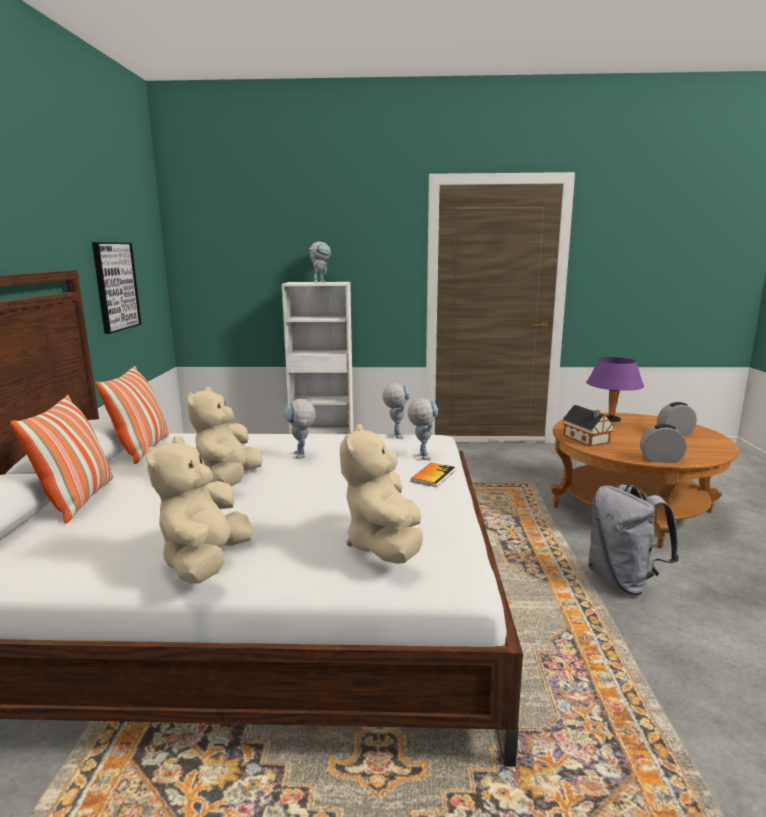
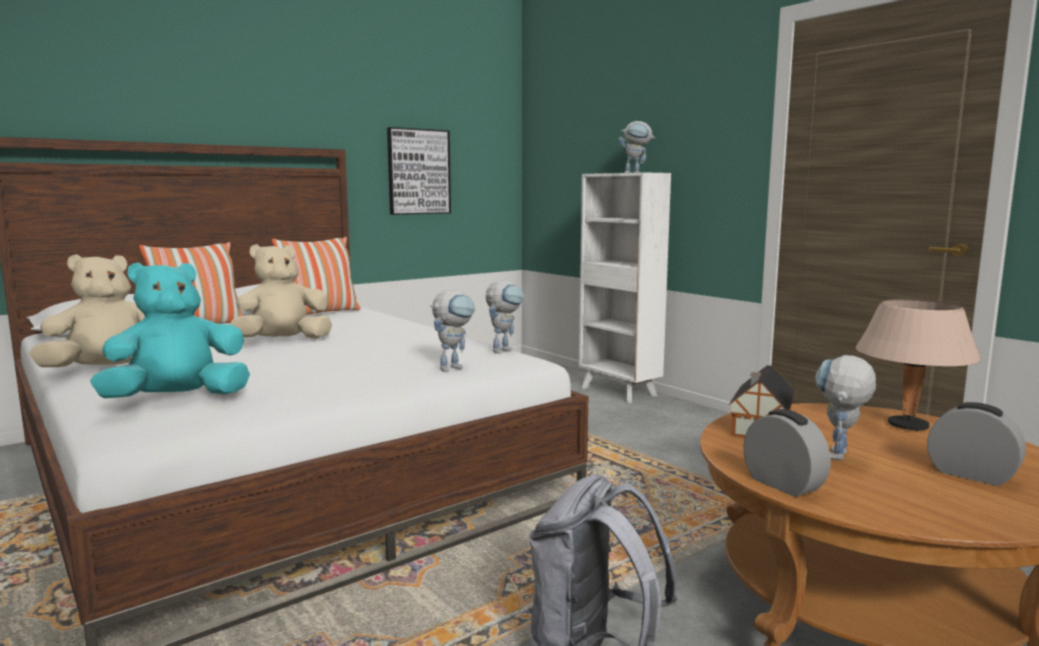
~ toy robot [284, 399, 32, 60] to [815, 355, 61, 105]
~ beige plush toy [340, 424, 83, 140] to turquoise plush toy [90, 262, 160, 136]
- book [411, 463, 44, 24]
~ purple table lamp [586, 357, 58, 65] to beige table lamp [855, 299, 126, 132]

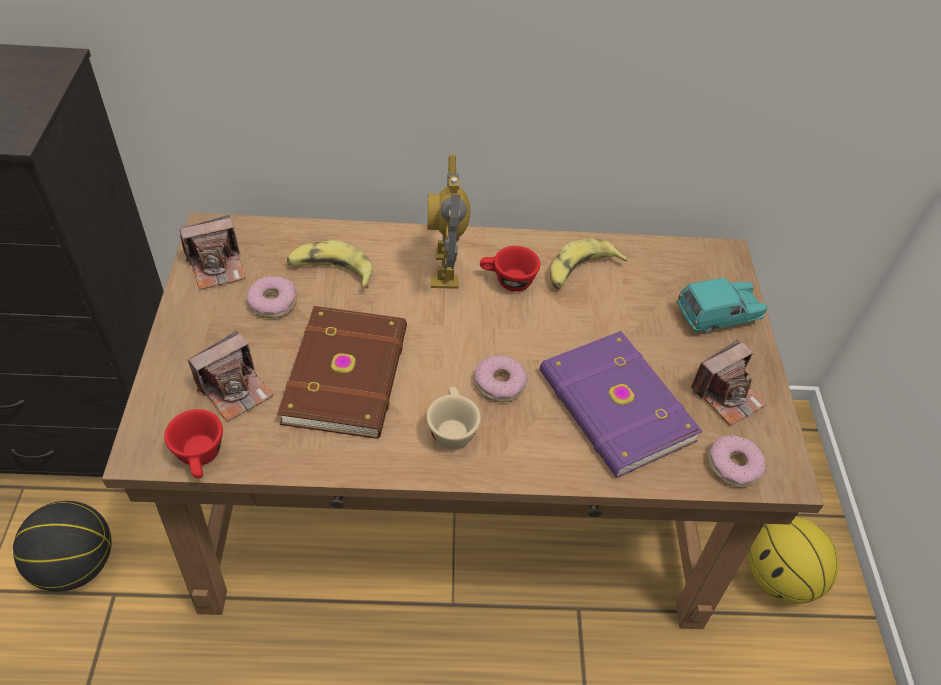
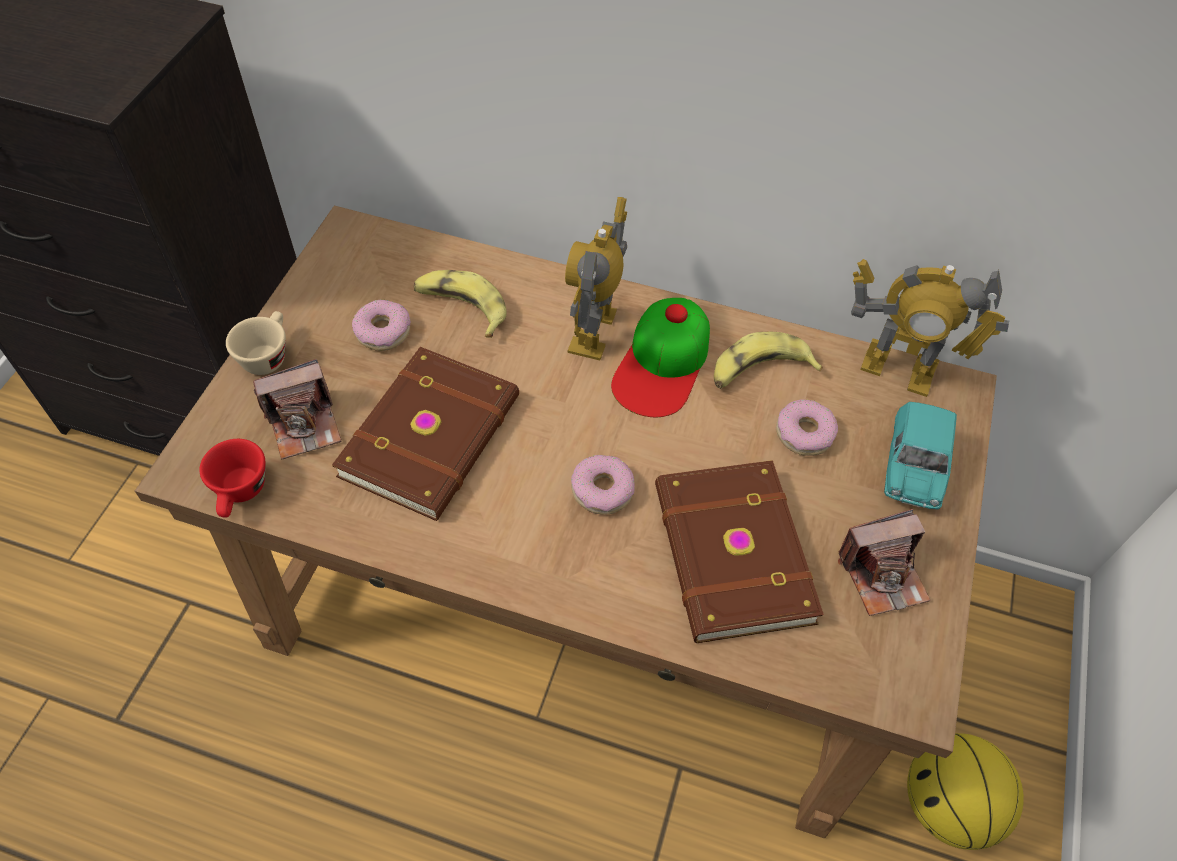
- basketball [13, 501, 98, 91]
- photo camera [179, 215, 67, 75]
~ beige cup [426, 387, 55, 62] to [226, 311, 60, 64]
~ red cup [480, 246, 60, 46] to cap [611, 298, 99, 119]
~ purple book [540, 331, 162, 147] to brown book [655, 460, 169, 183]
~ turquoise toy car [677, 278, 90, 56] = [884, 402, 73, 108] 105 degrees clockwise
~ donut [708, 435, 58, 53] to [776, 399, 62, 57]
+ toy robot [851, 259, 158, 138]

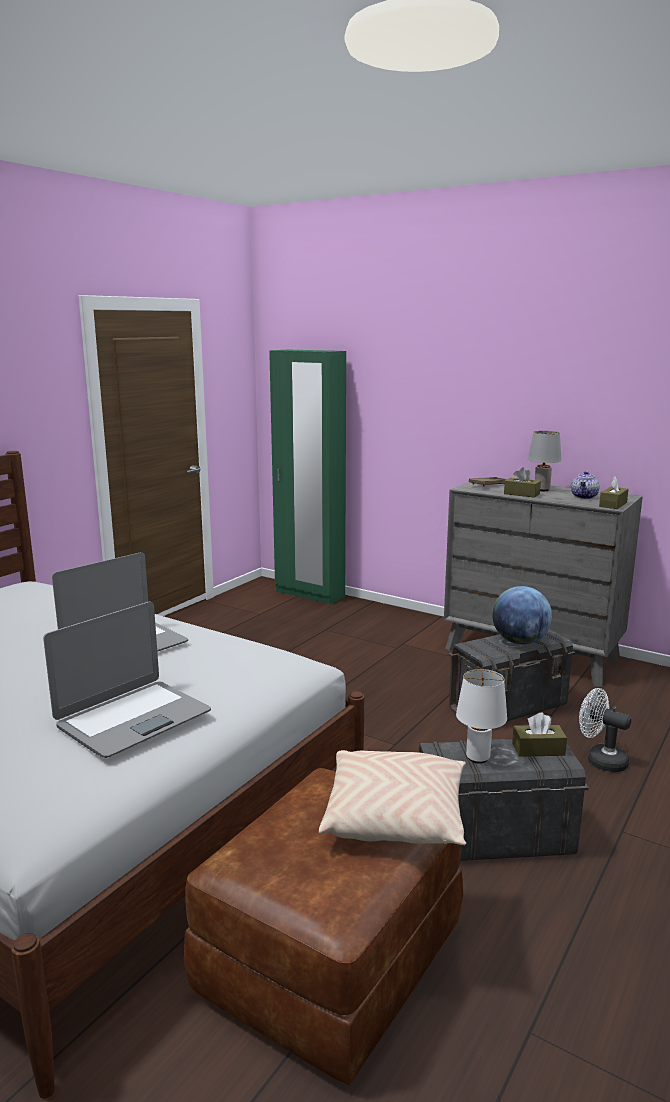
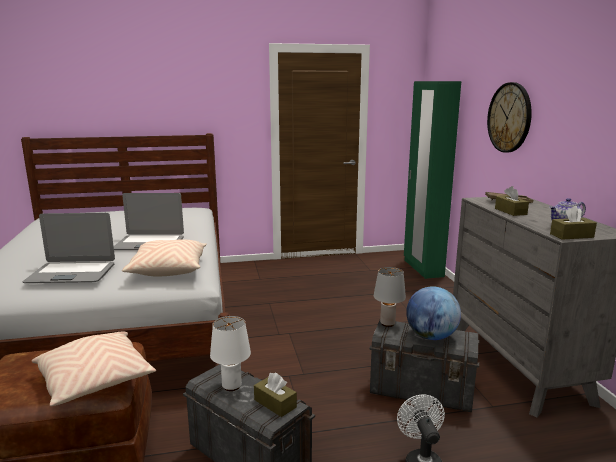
~ grey table lamp [528, 431, 33, 60] to [374, 267, 32, 60]
+ beige pillow [122, 239, 85, 37]
+ wall clock [487, 82, 45, 71]

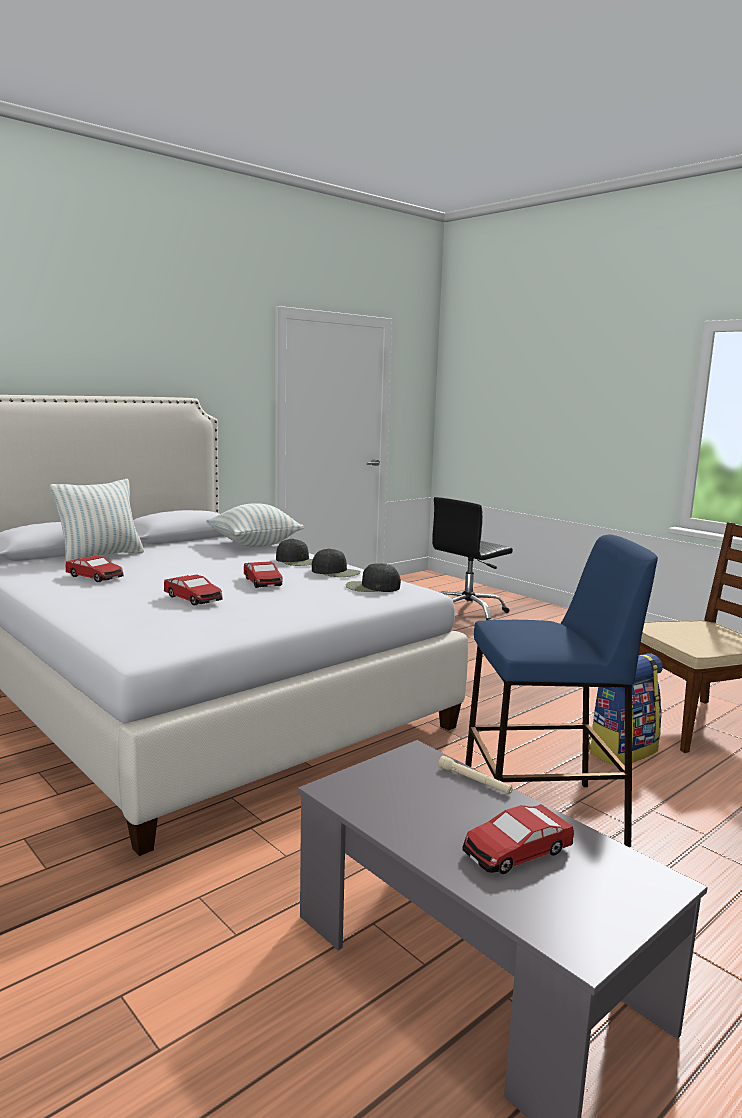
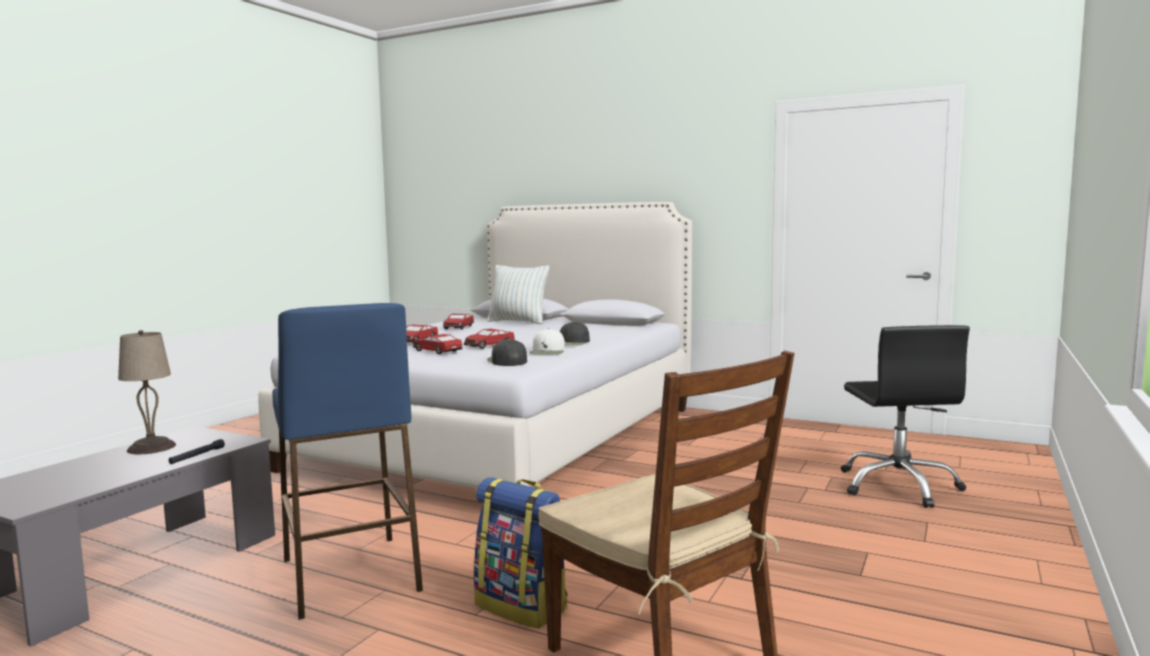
- pillow [206, 503, 98, 44]
~ black cap [312, 548, 49, 29] to white cap [529, 329, 36, 25]
~ black office chair [432, 497, 81, 123] = [841, 325, 129, 183] 120 degrees counterclockwise
~ beige flashlight [438, 756, 75, 38] to black flashlight [168, 439, 57, 25]
~ toy car [462, 804, 112, 70] to [414, 334, 48, 20]
+ beige table lamp [118, 330, 58, 124]

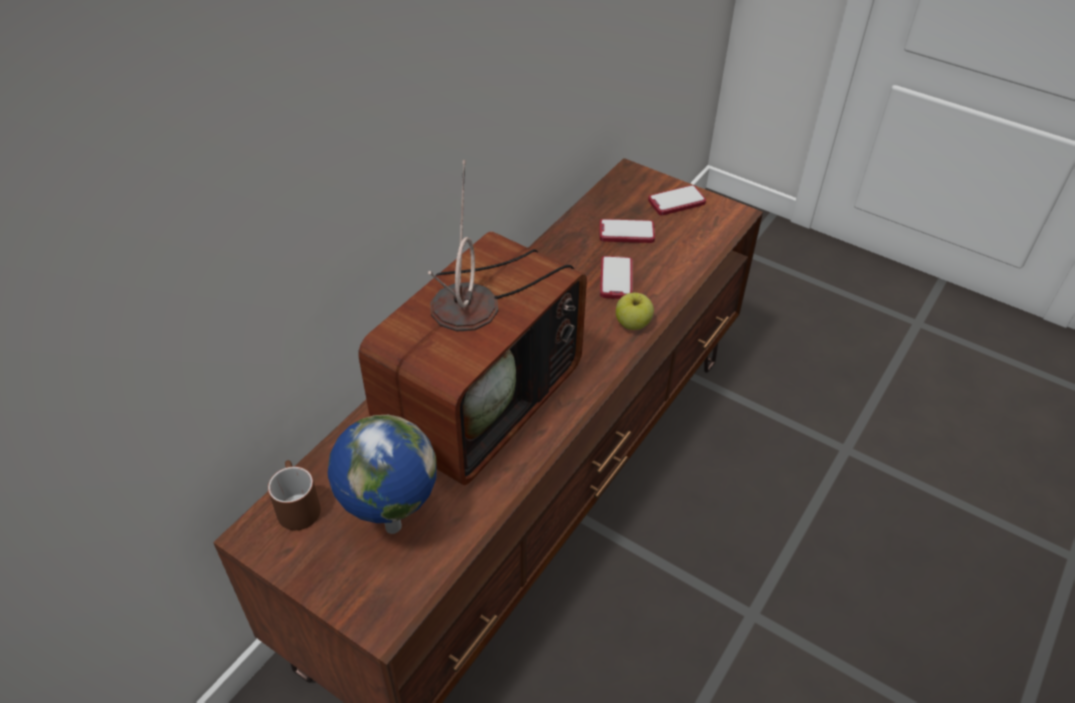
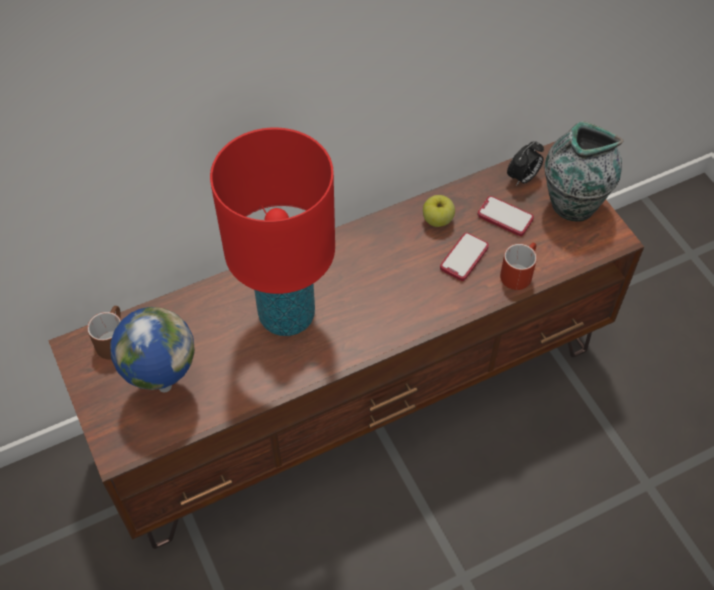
~ television [358, 160, 229, 325] to red table lamp [210, 128, 125, 208]
~ apple [616, 293, 38, 37] to [423, 195, 32, 32]
~ phone [648, 185, 58, 30] to vase [544, 121, 79, 101]
+ red mug [500, 243, 37, 47]
+ alarm clock [507, 141, 37, 45]

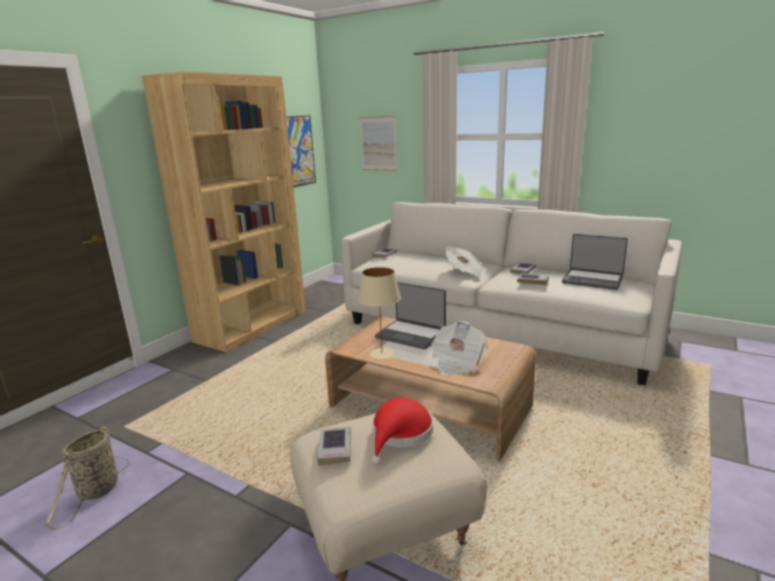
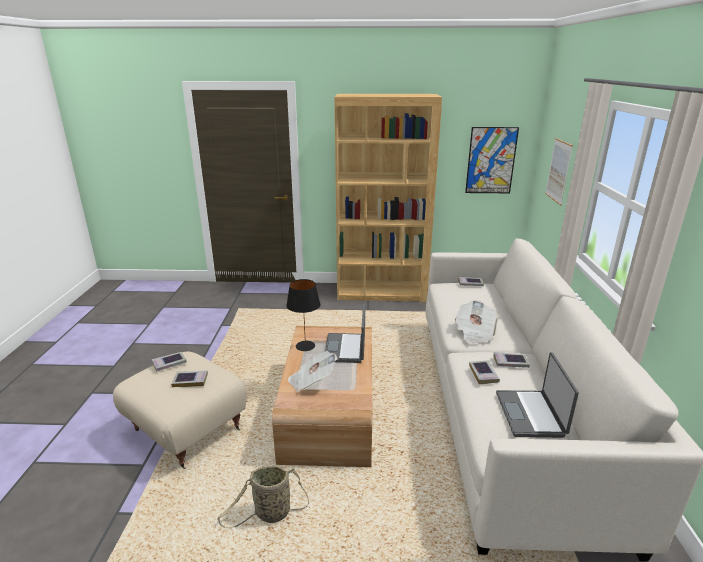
~ basket [45, 425, 84, 105] to [217, 466, 92, 62]
~ beige table lamp [358, 267, 43, 92] to black table lamp [286, 279, 35, 72]
~ red hat [372, 398, 61, 67] to book [171, 371, 37, 16]

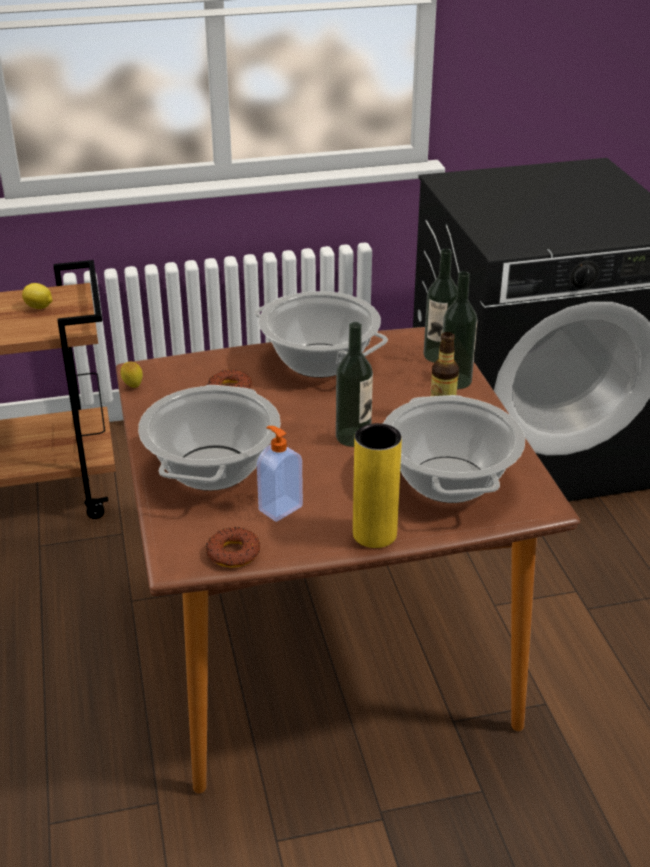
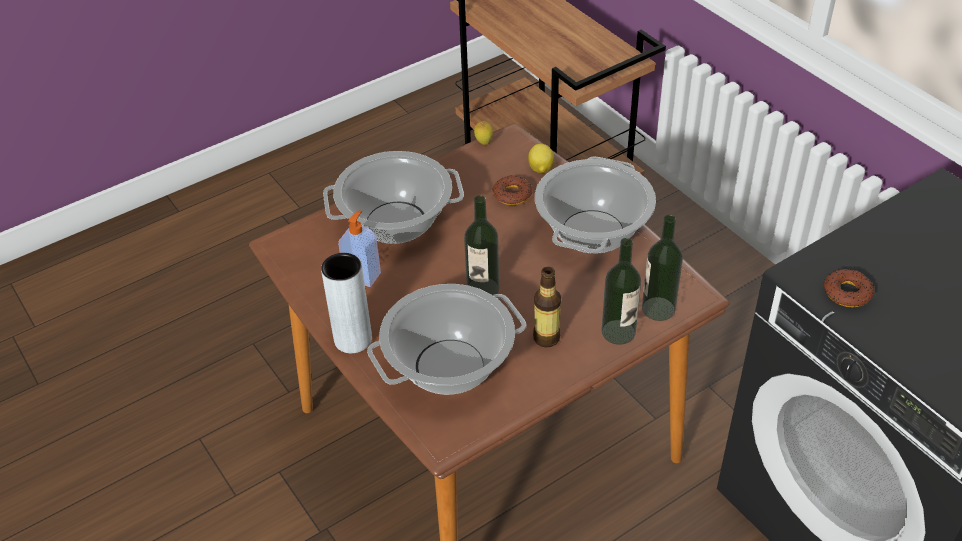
~ lemon [22, 283, 31, 26] to [528, 144, 26, 29]
~ donut [206, 527, 54, 41] to [824, 269, 51, 38]
~ yellow vase [353, 423, 49, 125] to grey vase [321, 253, 51, 100]

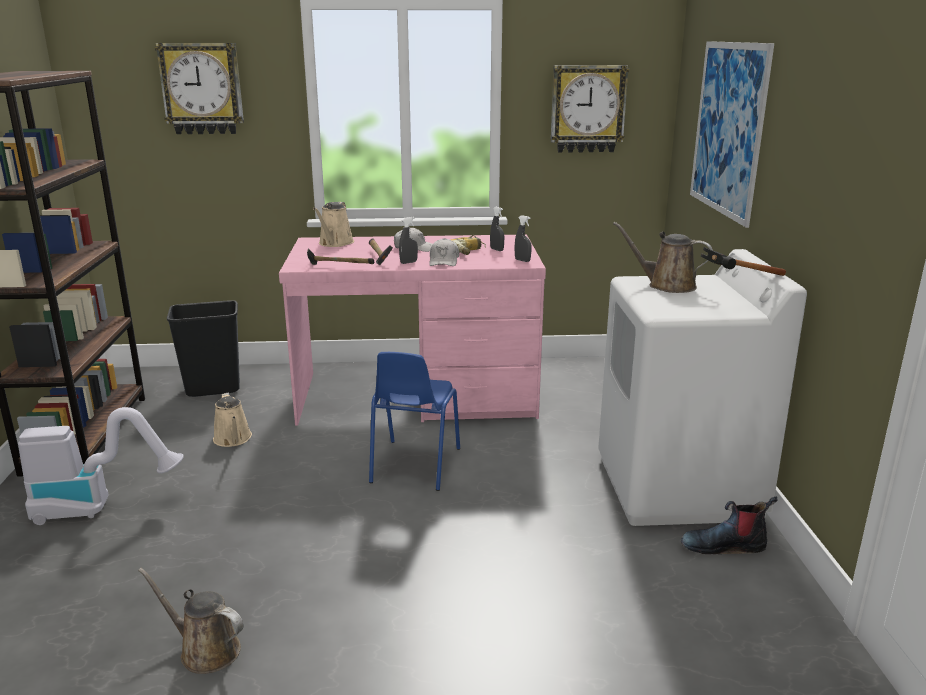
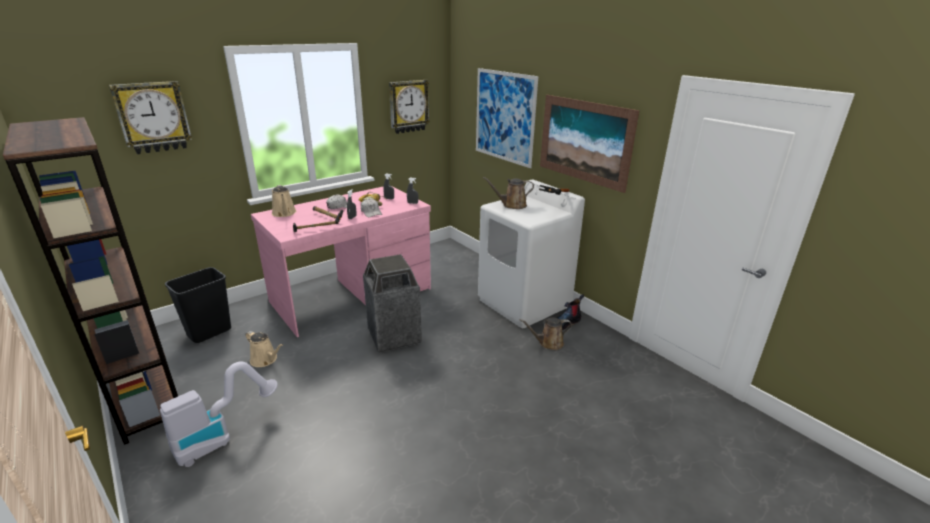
~ brown watering can [138, 568, 106, 106] to [520, 317, 52, 33]
~ blue chair [369, 352, 91, 139] to trash can [363, 254, 59, 99]
+ picture [540, 95, 100, 98]

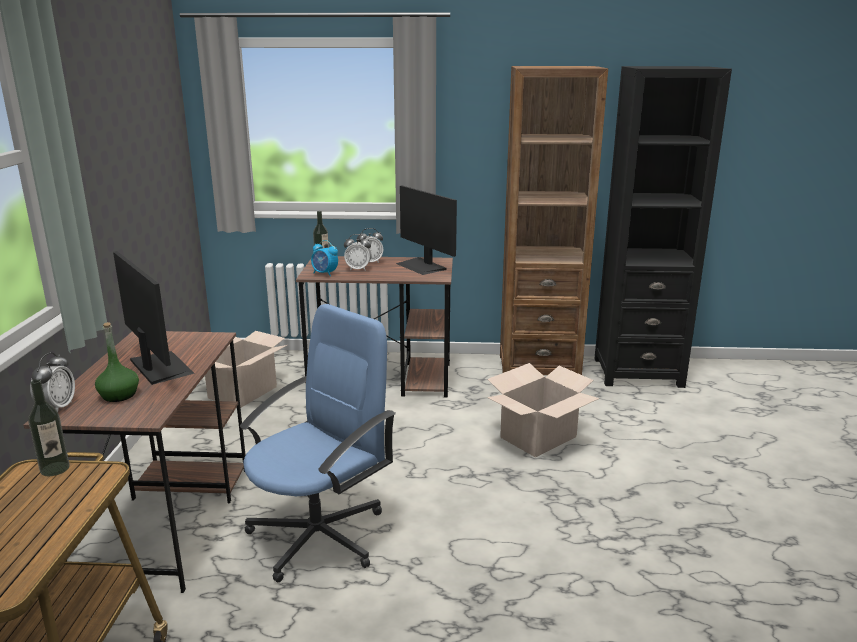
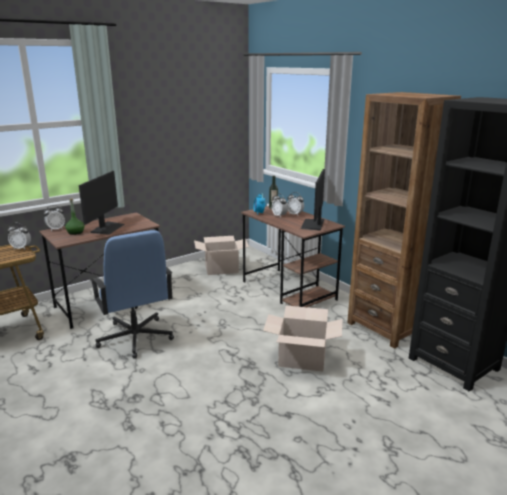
~ bottle [28, 379, 42, 97] to alarm clock [7, 223, 24, 26]
~ blue office chair [240, 304, 156, 278] = [90, 230, 84, 129] 60 degrees clockwise

